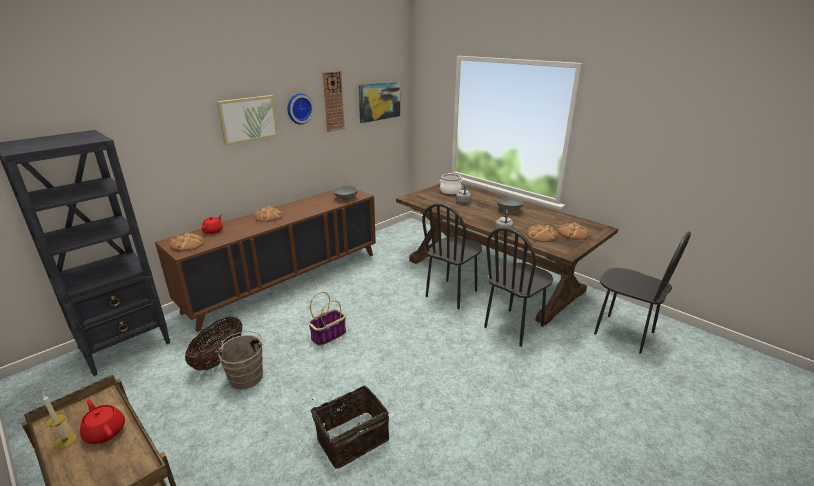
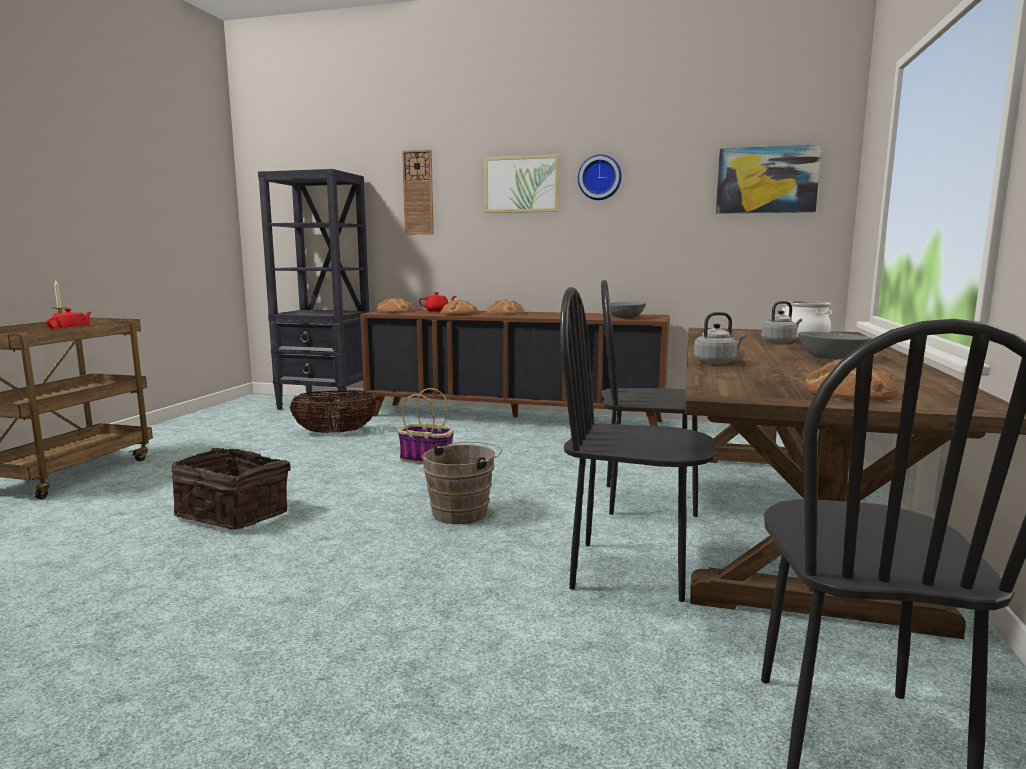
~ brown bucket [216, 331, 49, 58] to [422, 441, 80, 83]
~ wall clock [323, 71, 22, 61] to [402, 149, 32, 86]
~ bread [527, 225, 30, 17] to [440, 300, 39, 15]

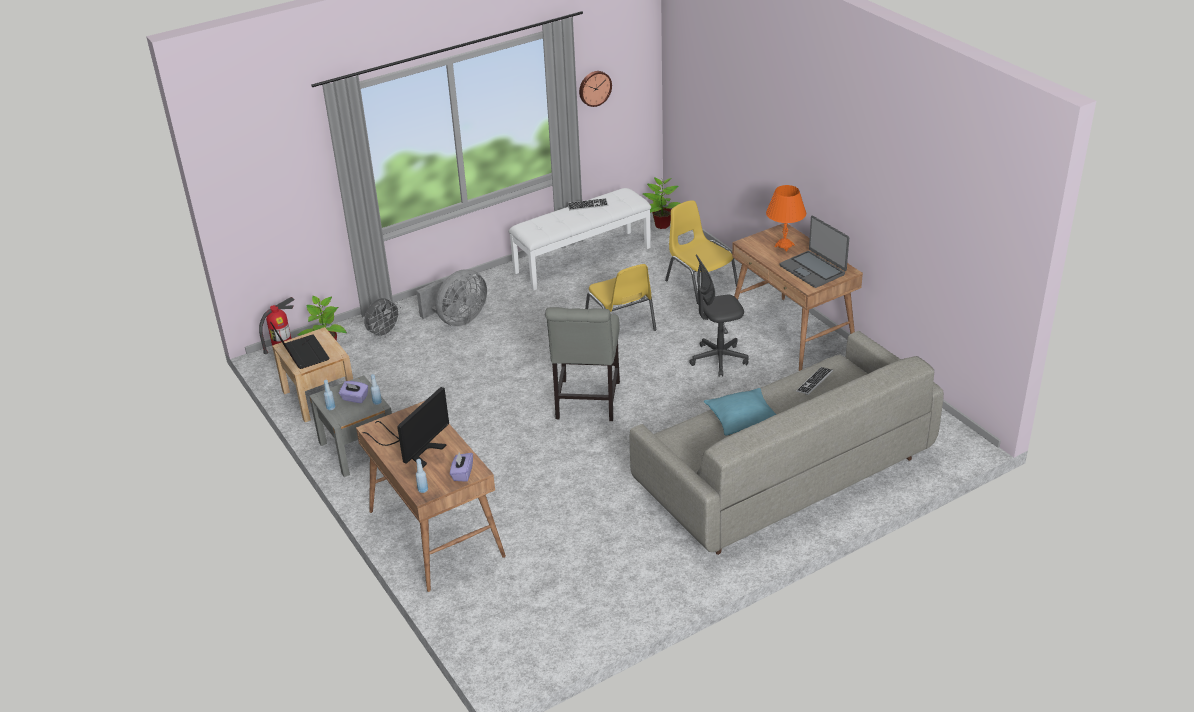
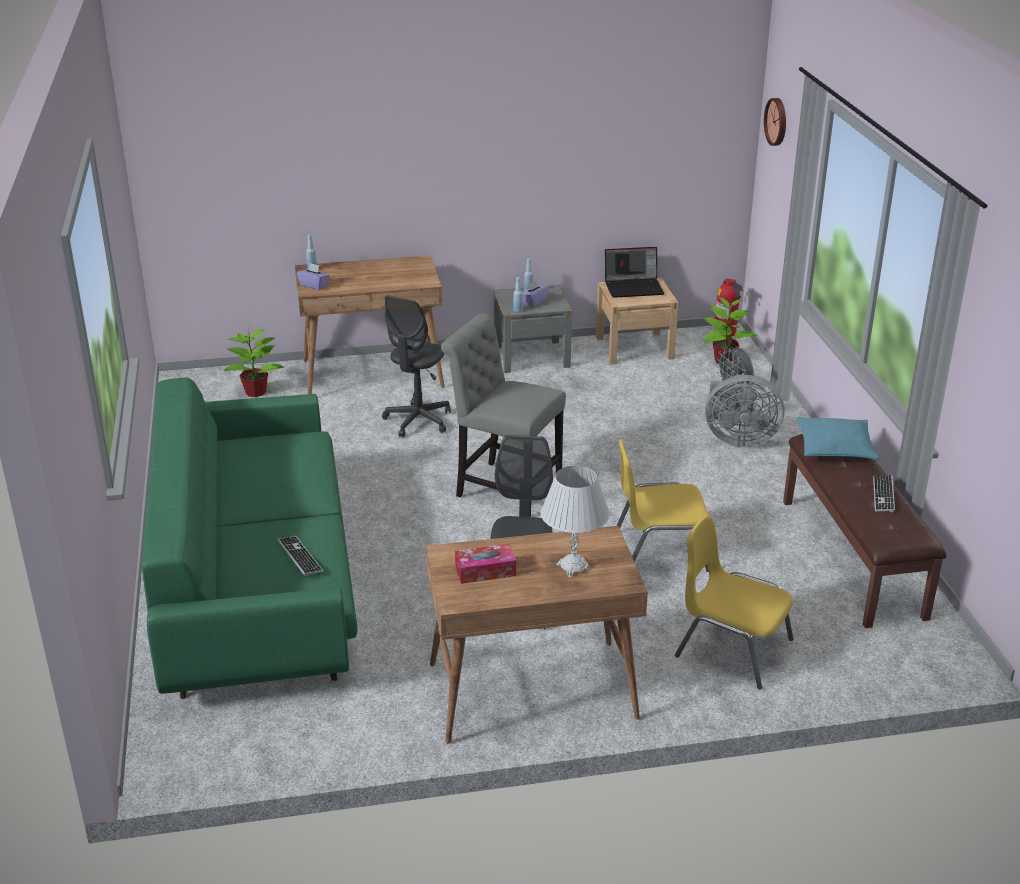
- monitor [362, 387, 87, 81]
~ grey fan [416, 269, 71, 57] = [705, 375, 80, 72] 60 degrees counterclockwise
~ white bench [509, 188, 142, 102] to brown bench [783, 434, 163, 194]
~ wall clock [579, 71, 33, 36] to [764, 98, 22, 48]
~ grey sofa [630, 331, 314, 224] to green sofa [142, 378, 216, 321]
~ potted plant [643, 177, 37, 52] to [224, 328, 60, 69]
~ yellow chair [665, 200, 73, 104] = [675, 515, 118, 174] 135 degrees counterclockwise
~ turquoise pillow [704, 388, 72, 48] to [796, 417, 83, 43]
~ orange table lamp [766, 185, 40, 66] to white table lamp [540, 466, 70, 111]
~ laptop [779, 216, 70, 72] to tissue box [455, 544, 61, 40]
+ grey office chair [382, 295, 69, 143]

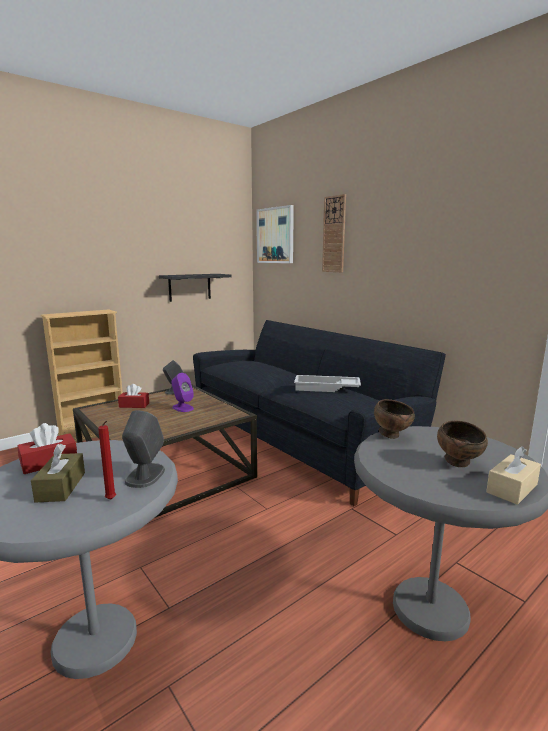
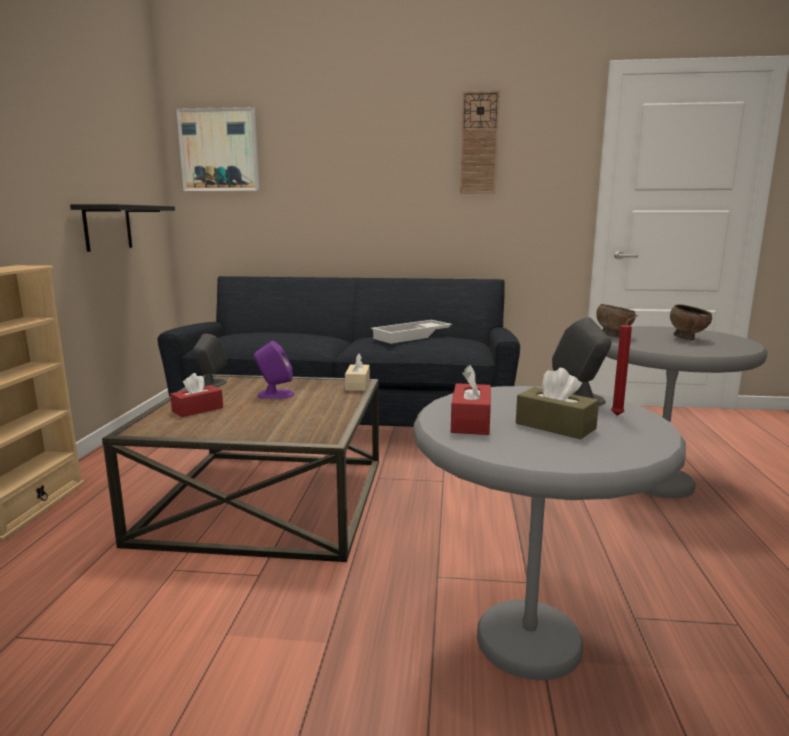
~ wall clock [322, 194, 24, 78] to [460, 90, 40, 104]
~ beige tissue box [486, 446, 55, 59] to [345, 354, 25, 37]

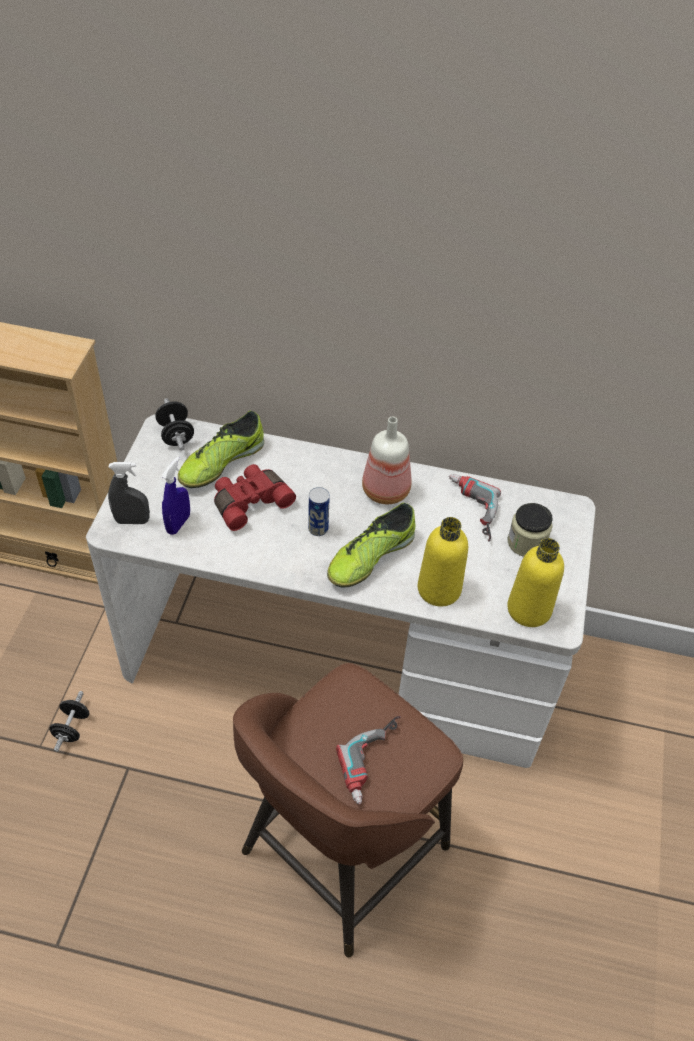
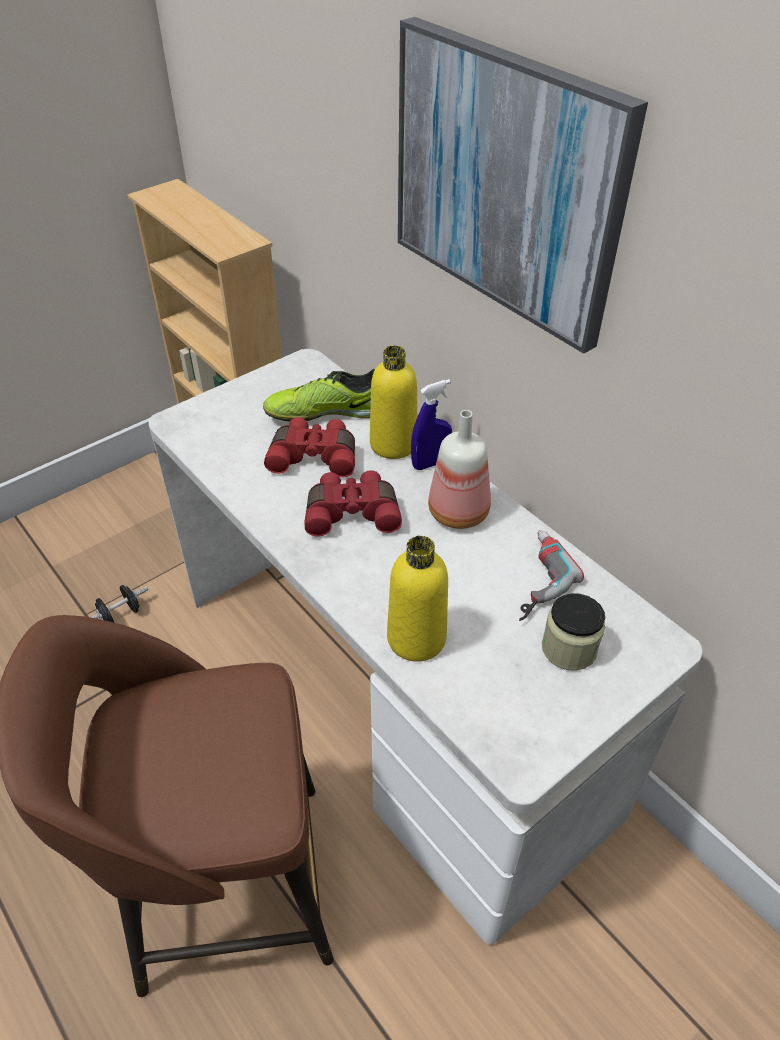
- grey spray bottle [108, 462, 42, 62]
- black dumbbell [155, 398, 39, 52]
~ blue spray bottle [162, 457, 28, 78] to [411, 379, 41, 91]
~ can [308, 487, 22, 49] to red binoculars [304, 470, 98, 67]
- shoe [327, 503, 88, 85]
- power drill [336, 716, 65, 89]
~ yellow bottle [507, 538, 57, 89] to [370, 345, 47, 114]
+ picture [398, 17, 250, 337]

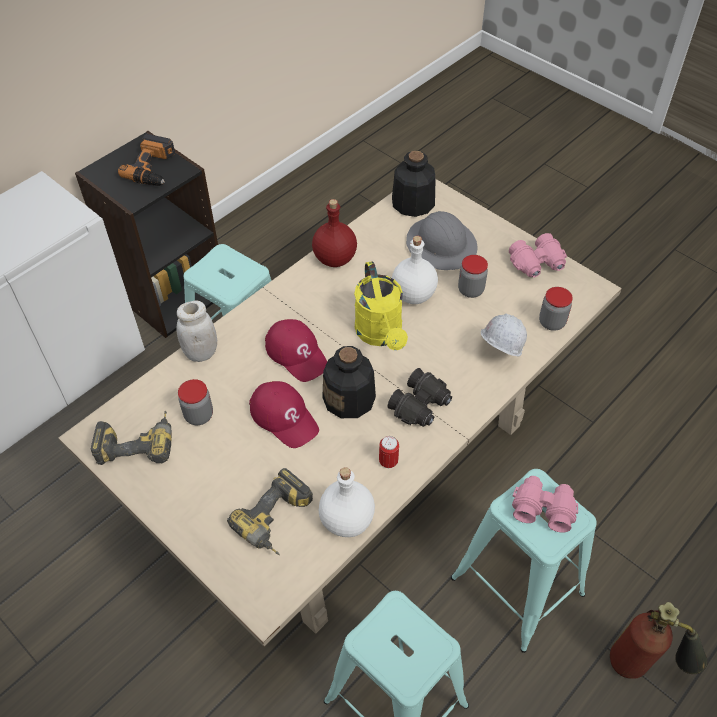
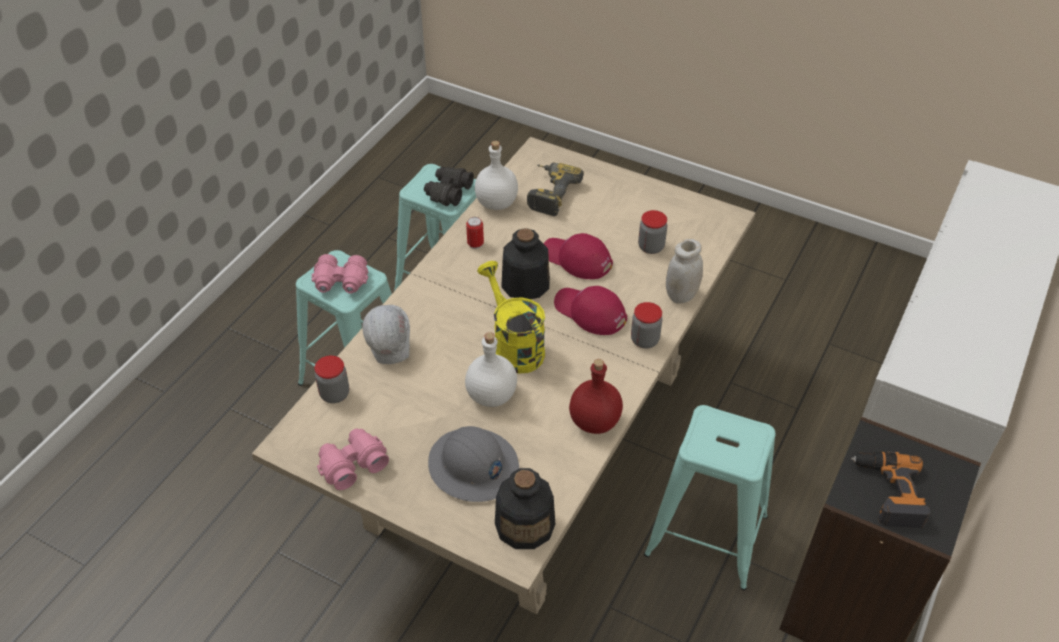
- power drill [91, 411, 81, 54]
~ black binoculars [388, 368, 64, 59] to [424, 167, 50, 39]
~ jar [458, 255, 30, 43] to [631, 302, 32, 47]
- fire extinguisher [610, 602, 98, 77]

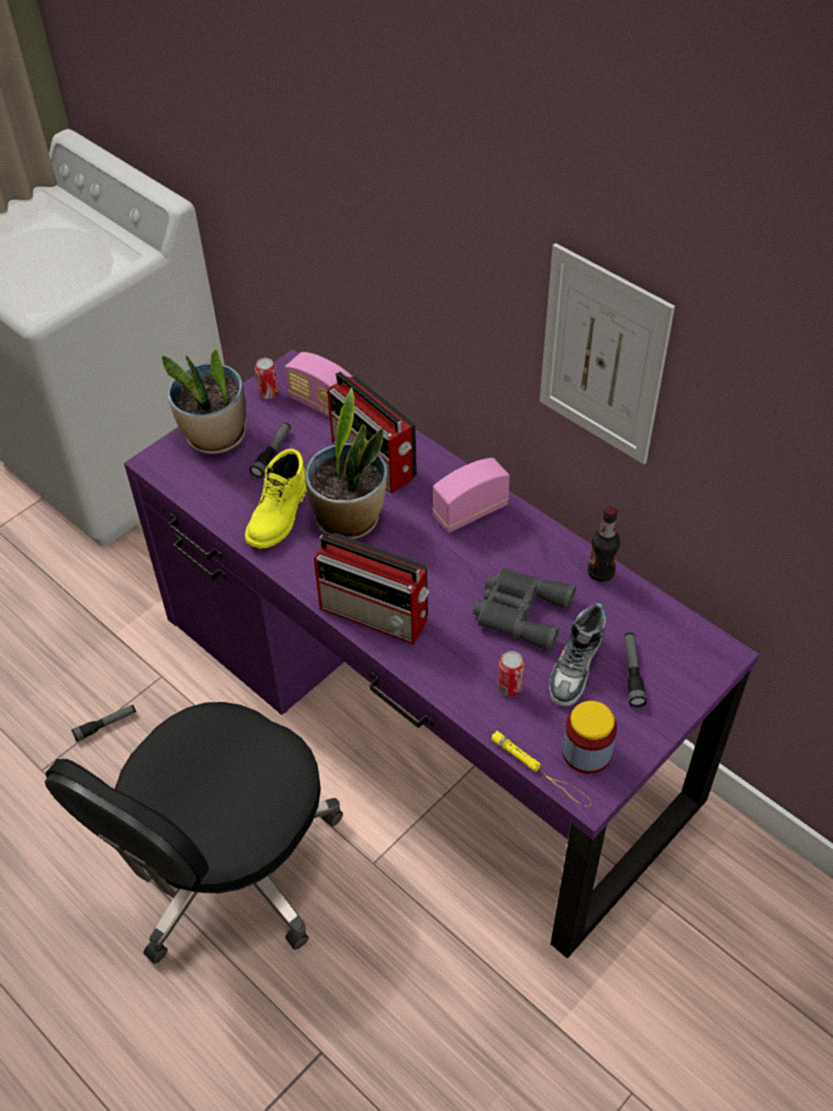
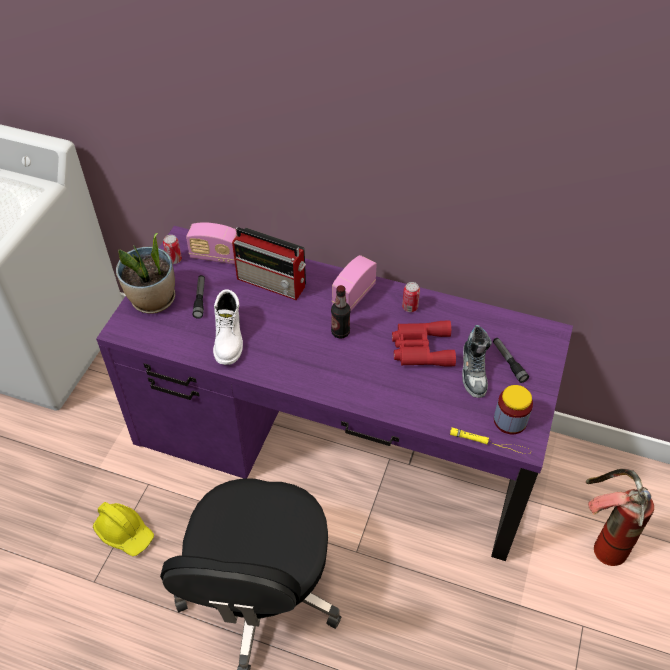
~ flashlight [71, 705, 65, 37] to yellow hard hat [93, 502, 61, 54]
~ yellow boot [245, 449, 62, 100] to white boot [213, 289, 30, 76]
- potted plant [305, 387, 82, 153]
- radio [314, 533, 116, 111]
~ grey binoculars [473, 568, 103, 83] to red binoculars [392, 321, 64, 46]
~ can [497, 651, 28, 45] to [402, 282, 18, 30]
- picture [540, 243, 135, 221]
~ bottle [588, 506, 32, 76] to [331, 285, 20, 53]
+ fire extinguisher [586, 469, 68, 97]

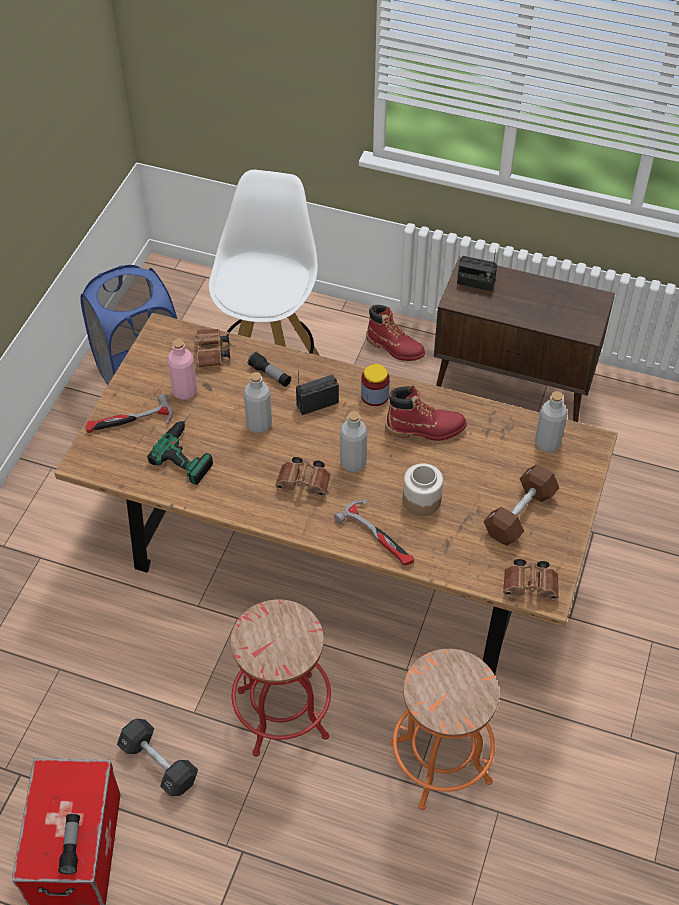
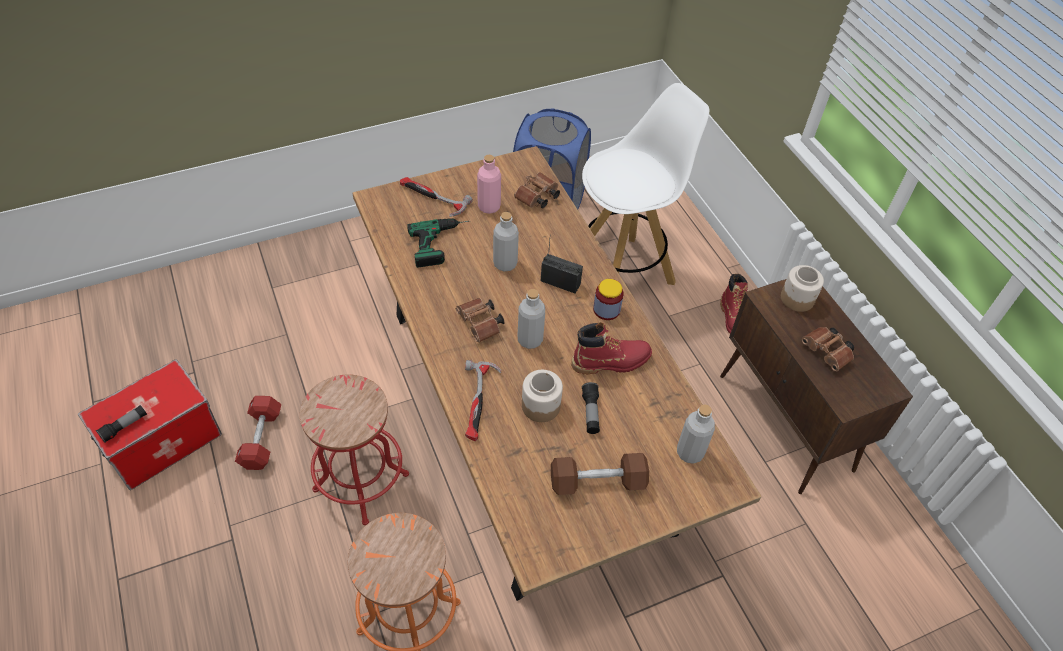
~ black dumbbell [117, 718, 81, 78] to red dumbbell [235, 396, 46, 74]
~ flashlight [248, 352, 43, 35] to [582, 382, 18, 52]
~ red boot [385, 386, 82, 55] = [571, 322, 81, 52] 60 degrees counterclockwise
~ radio [457, 249, 40, 43] to jar [781, 265, 43, 47]
~ brown binoculars [503, 559, 56, 41] to [802, 327, 53, 44]

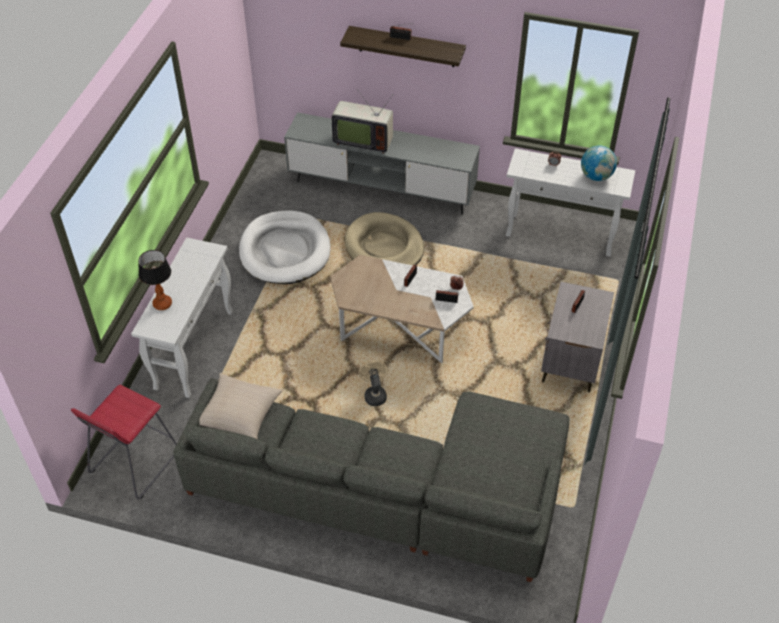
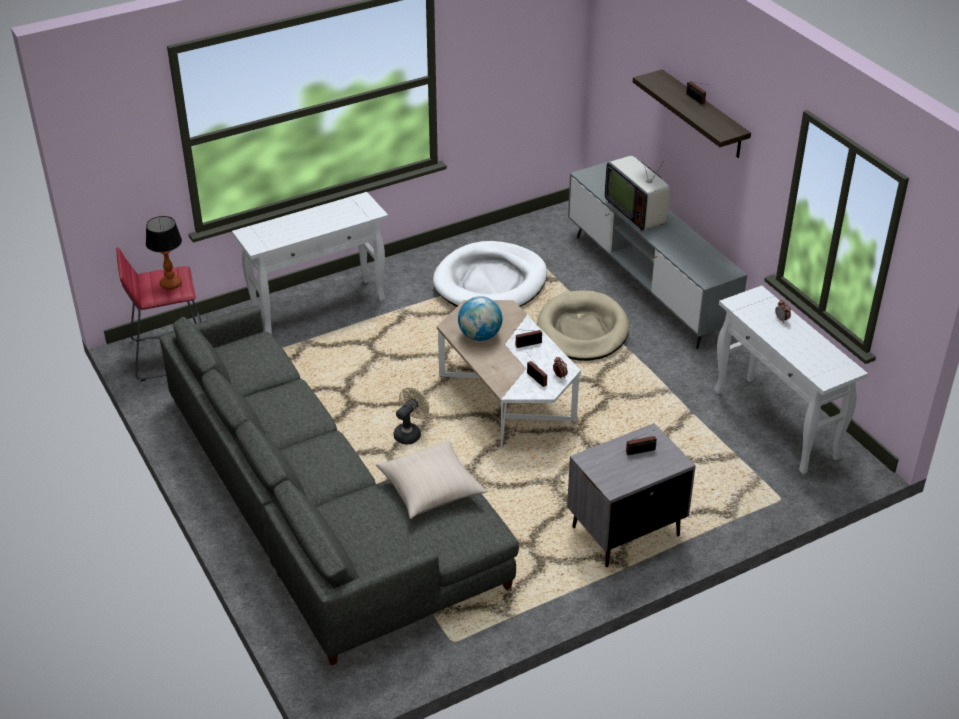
~ table lamp [138, 250, 34, 60] to [146, 216, 36, 74]
~ beige pillow [199, 373, 84, 66] to [376, 440, 111, 79]
~ globe [581, 146, 36, 35] to [458, 296, 44, 45]

